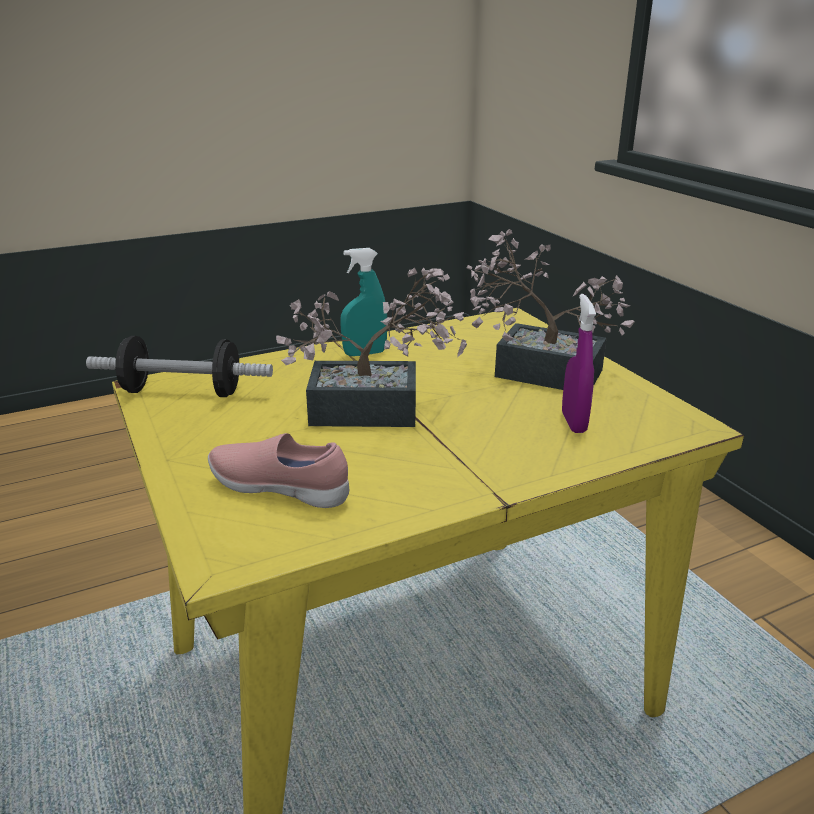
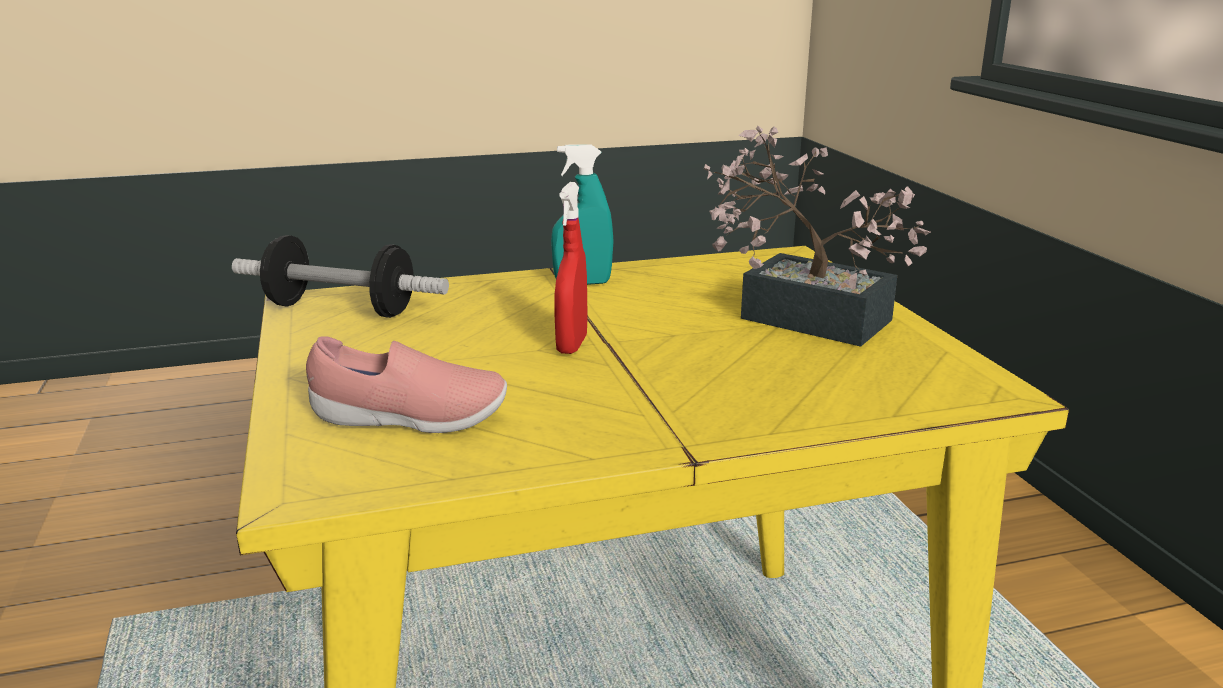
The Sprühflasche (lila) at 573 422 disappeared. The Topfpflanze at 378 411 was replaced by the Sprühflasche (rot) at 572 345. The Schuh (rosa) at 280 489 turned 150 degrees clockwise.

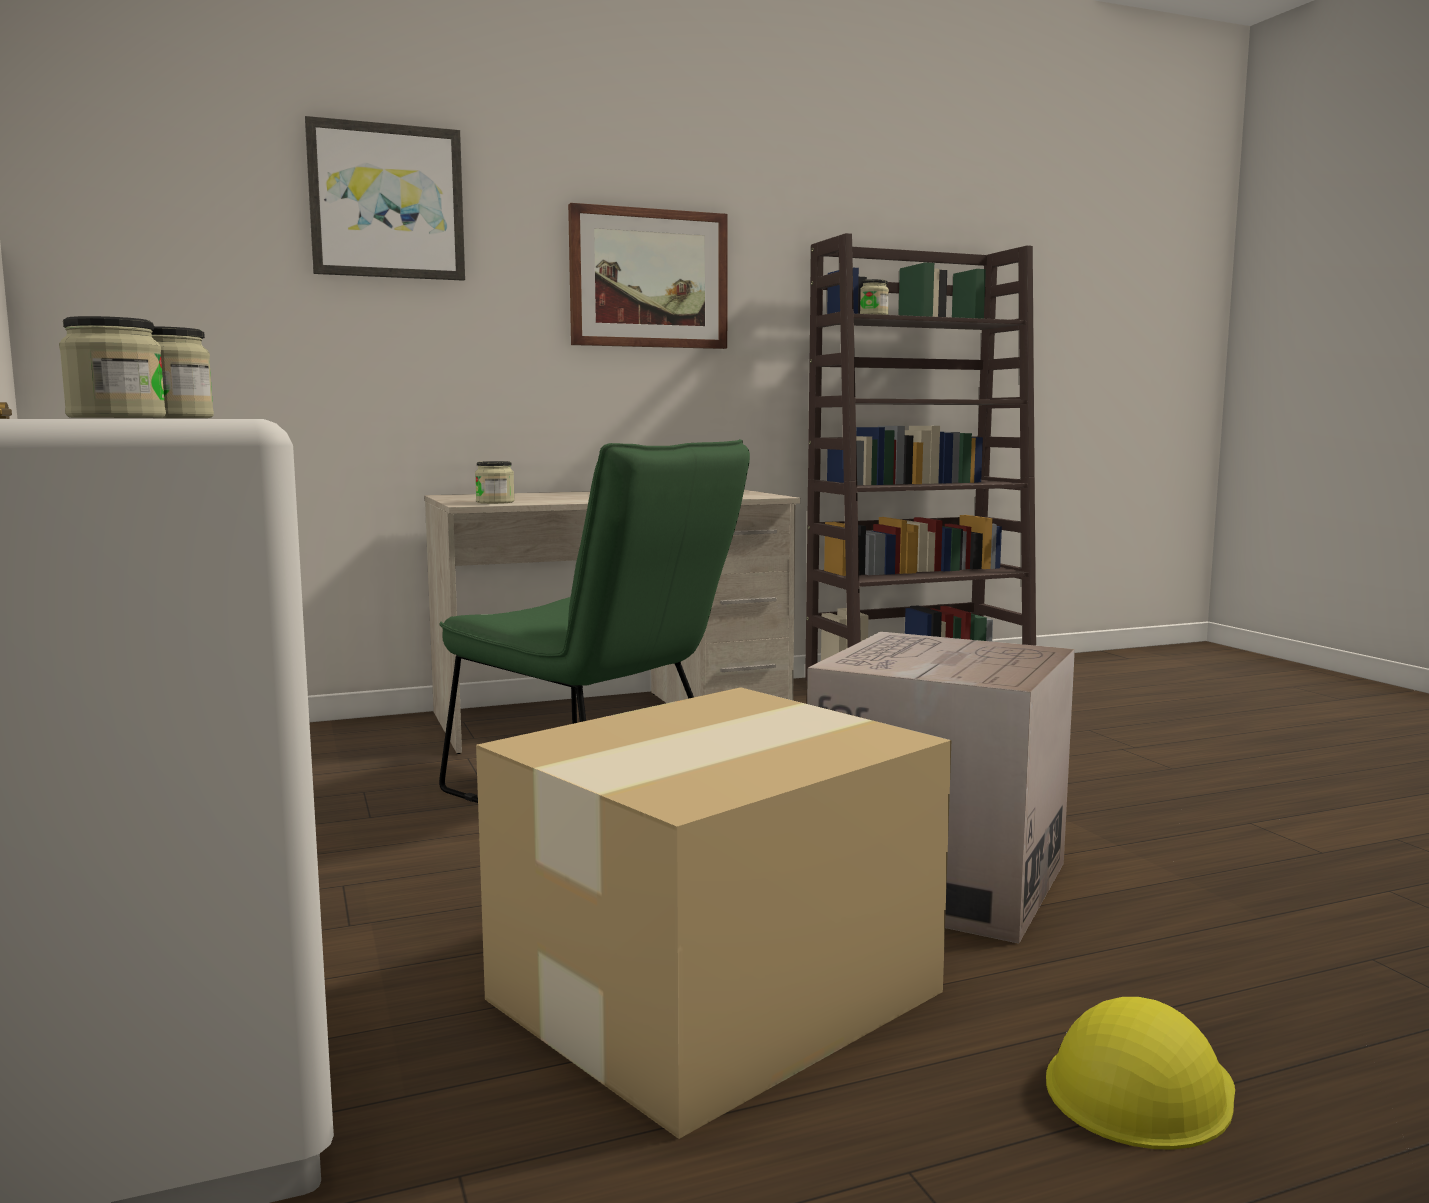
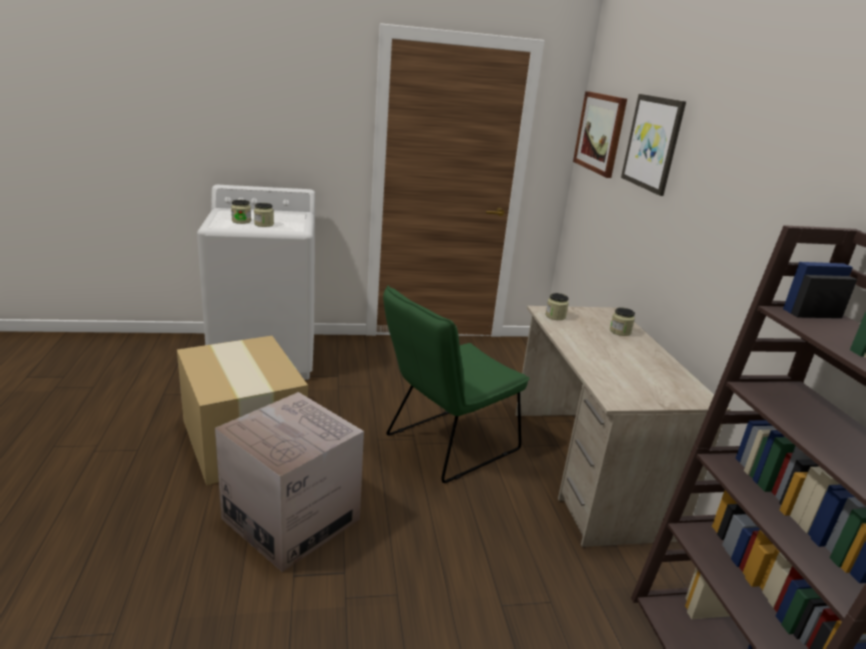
The Schutzhelm (gelb) at 1139 1087 disappeared. The Bild moved from 648 279 to 600 133. The Vorratsglas moved from 872 316 to 620 331.

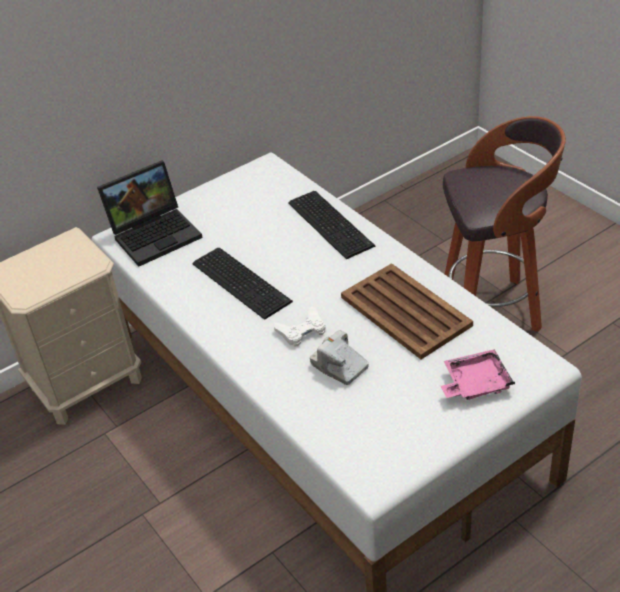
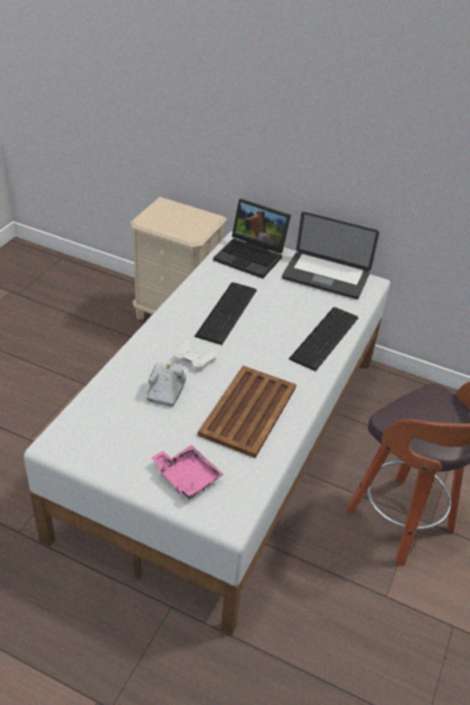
The Laptop at 325 276 appeared.

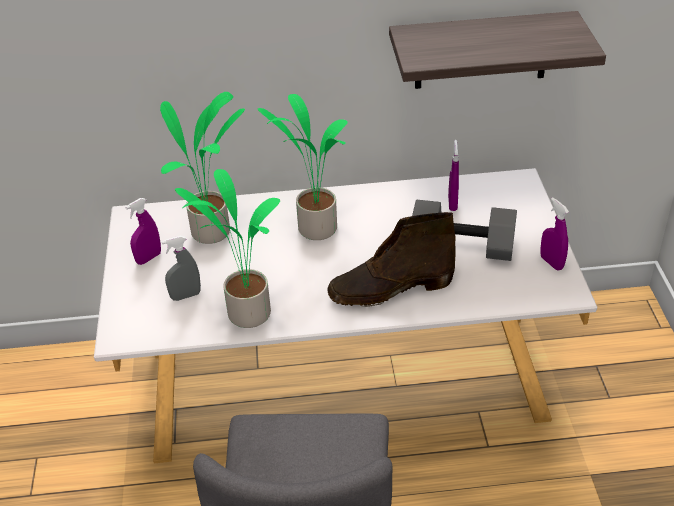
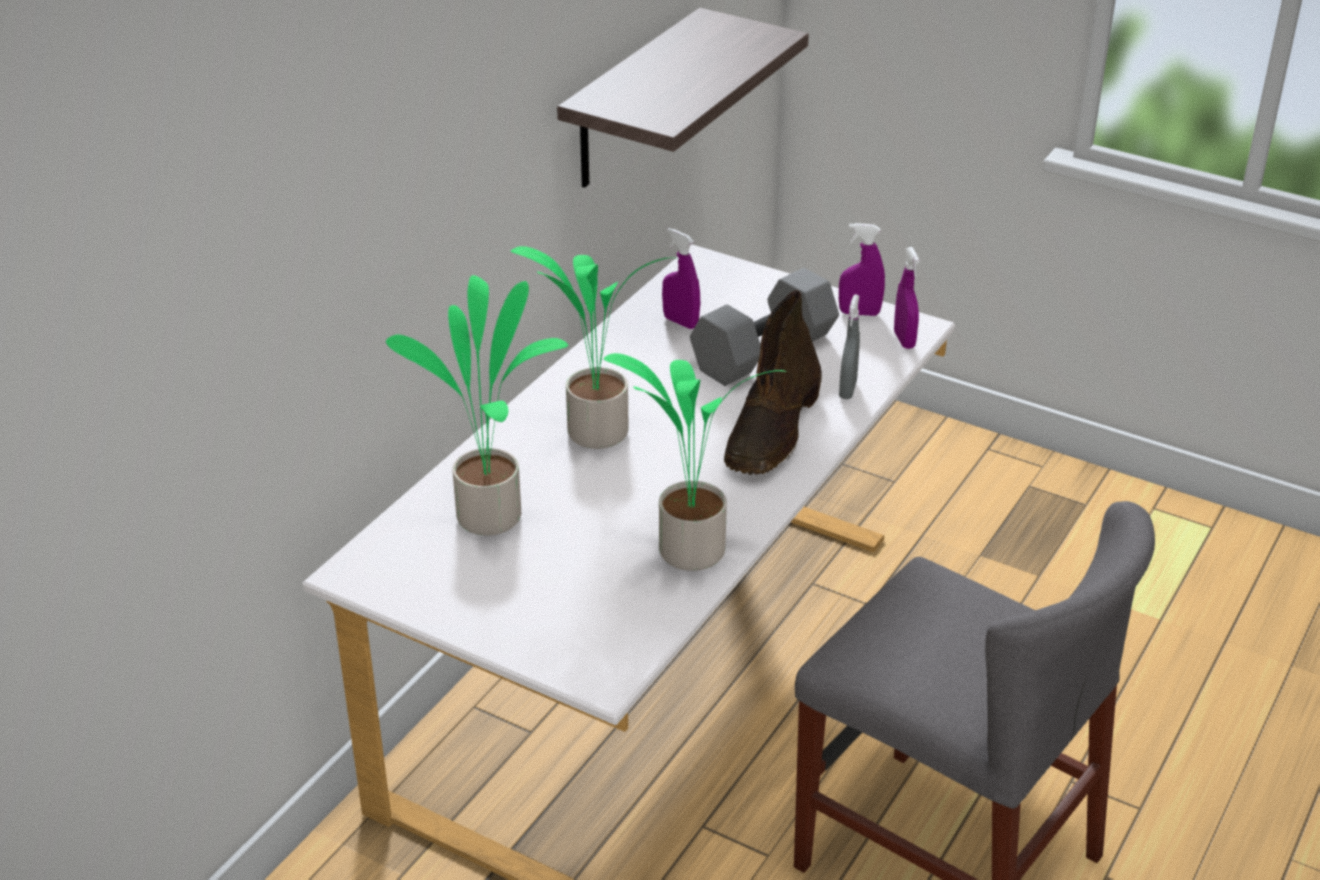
The Sprühflasche (lila) moved from 149 258 to 904 340. The Sprühflasche (grau) moved from 186 296 to 847 390.

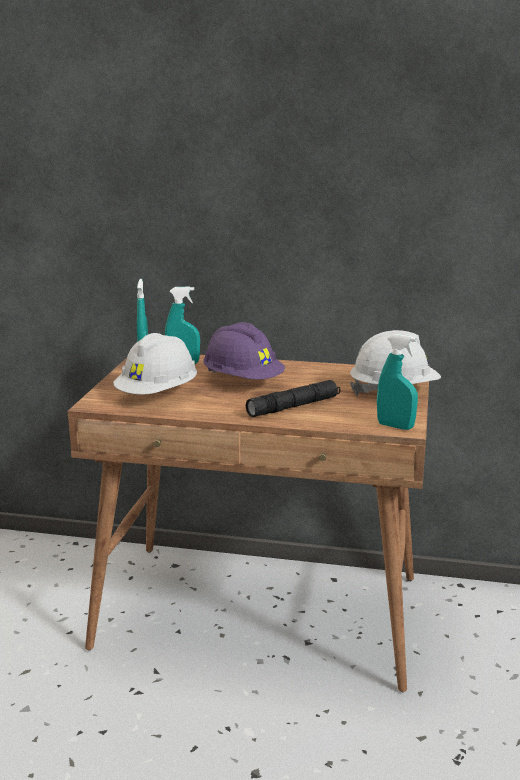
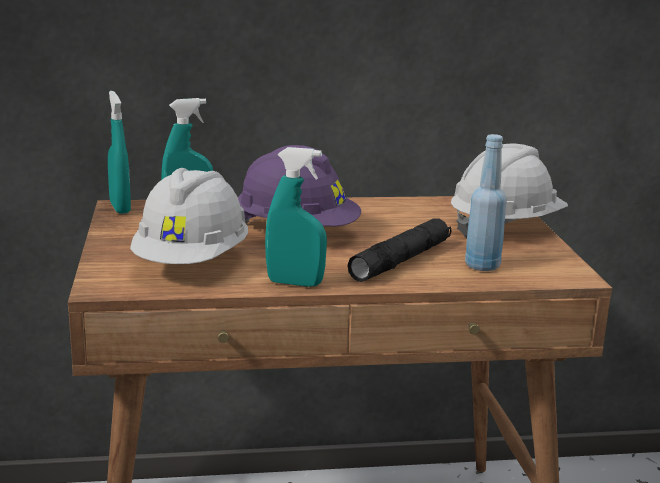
The Flasche (blau) at 482 266 appeared. The Sprühflasche (türkis) moved from 395 426 to 295 283.

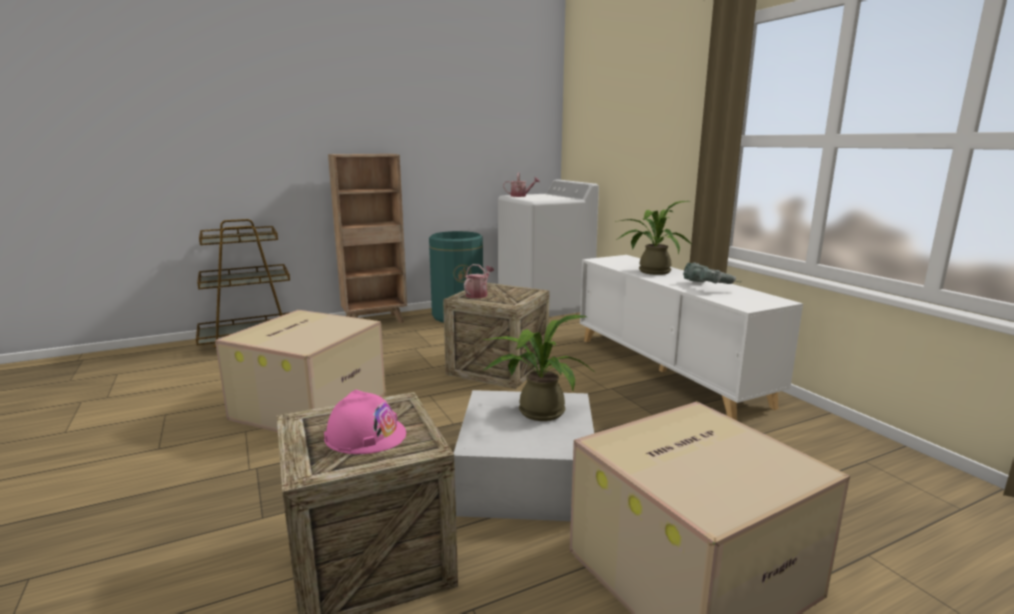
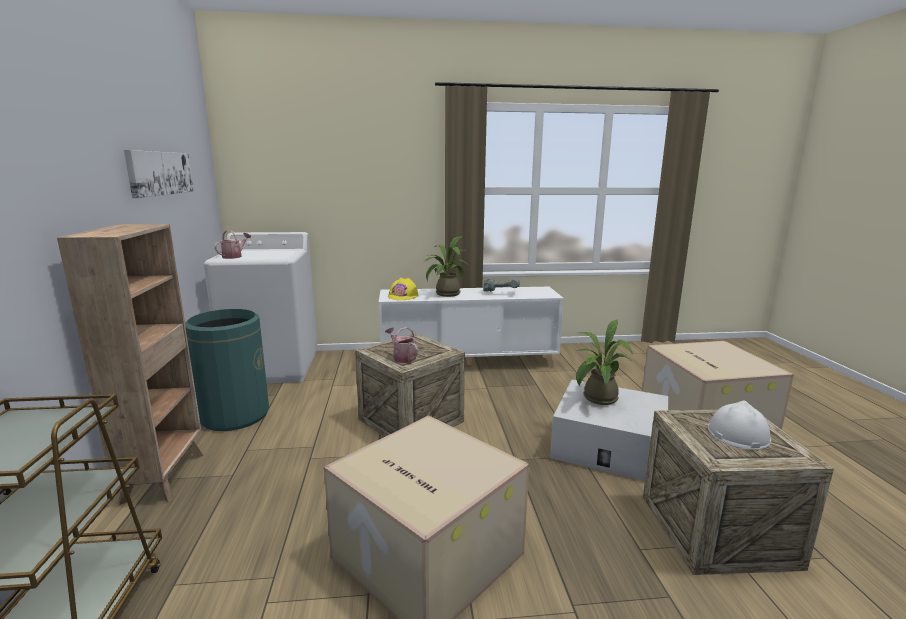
The Bild at 160 173 appeared. The Schutzhelm (gelb) at 403 296 appeared. The Schutzhelm (rosa) at 365 435 became the Schutzhelm (weiß) at 738 434.

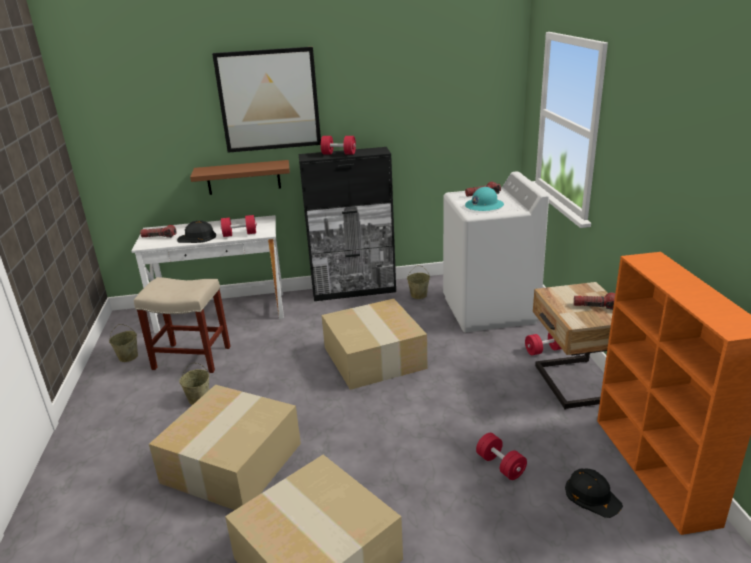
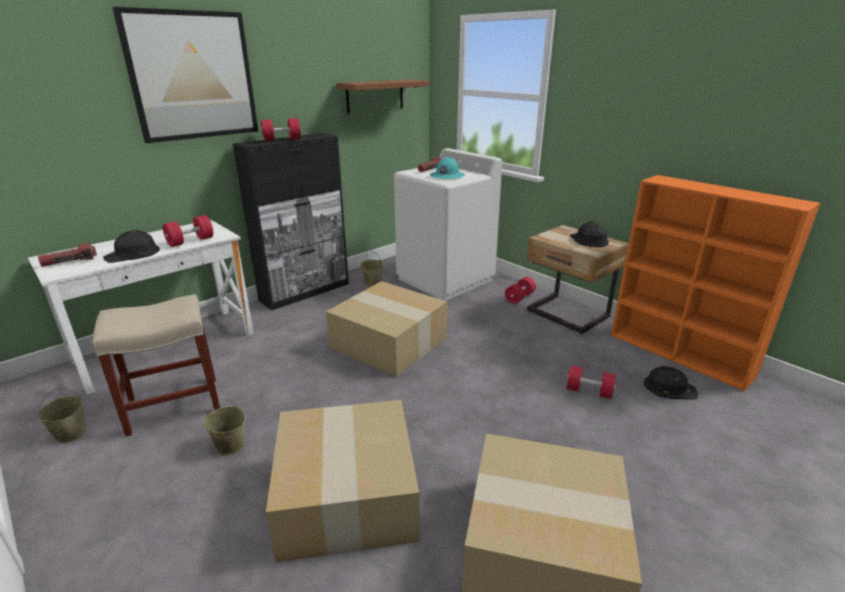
The Wandregal (braun) moved from 243 177 to 375 96. The Taschenlampe at 596 307 was replaced by the Schutzhelm (schwarz) at 588 240.

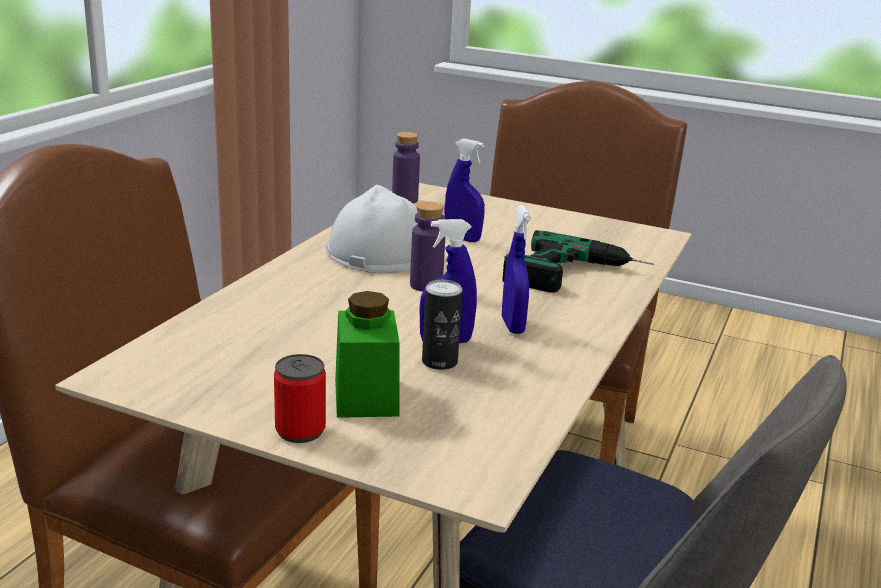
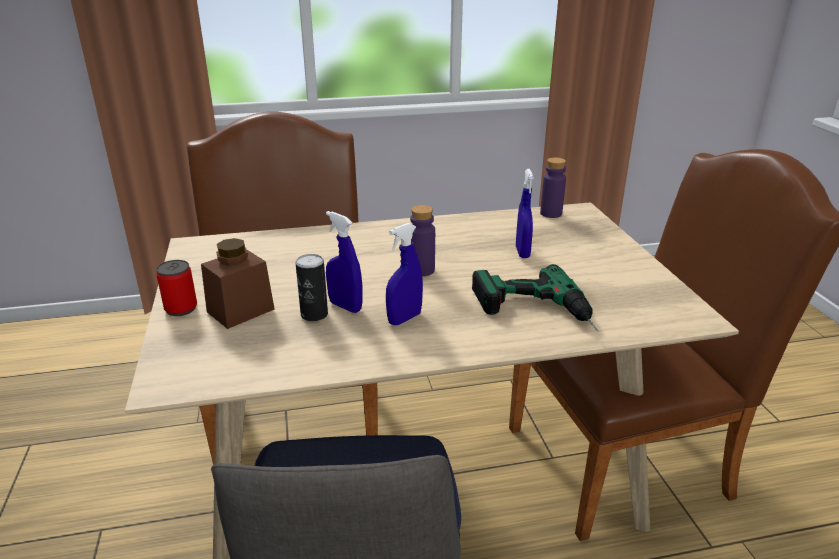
The Schutzhelm (weiß) at 378 251 disappeared. The Vorratsglas (grün) at 366 397 became the Vorratsglas (braun) at 240 310.

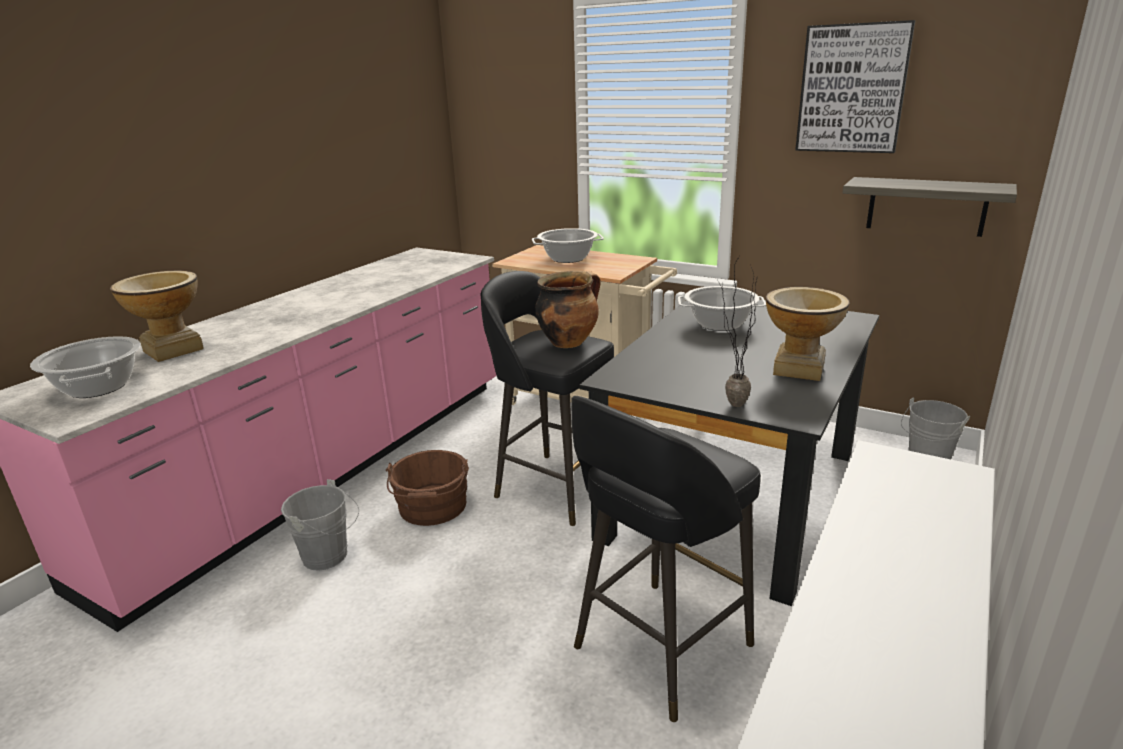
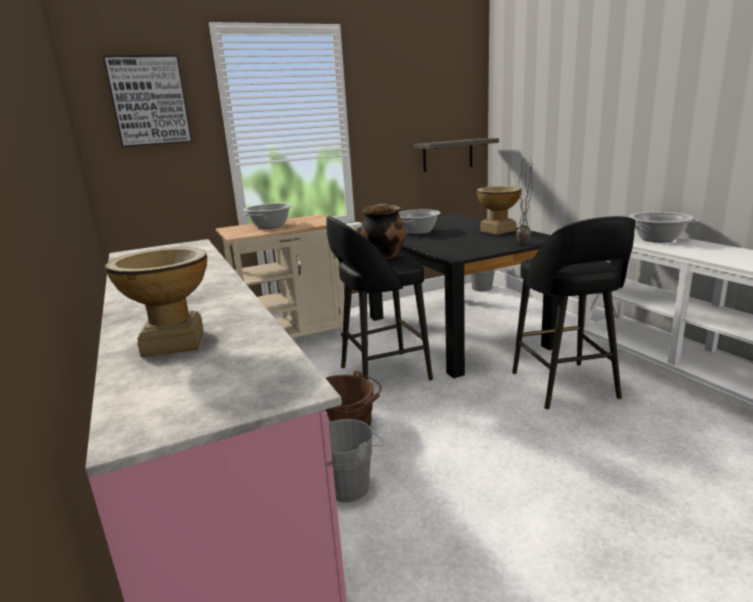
The Kochtopf moved from 98 387 to 657 239. The Bild moved from 852 89 to 149 101.

